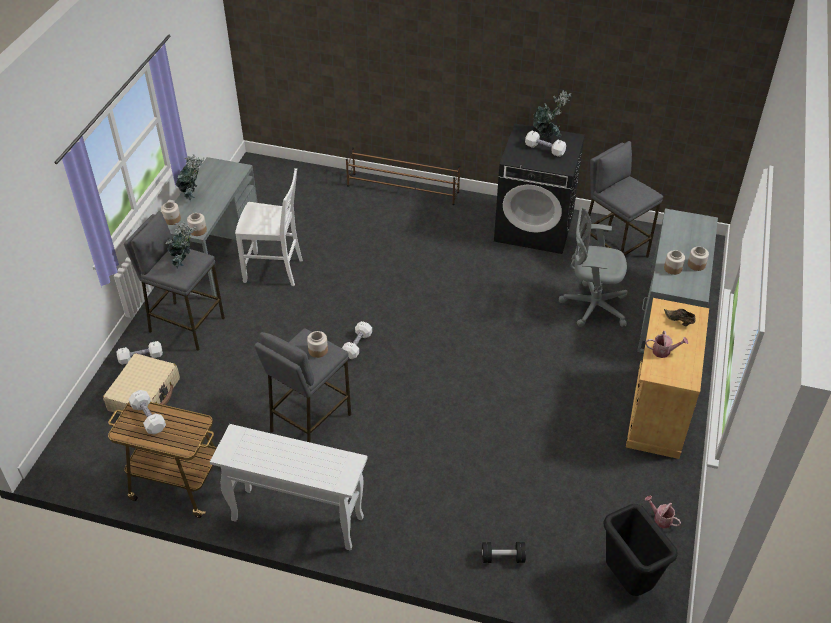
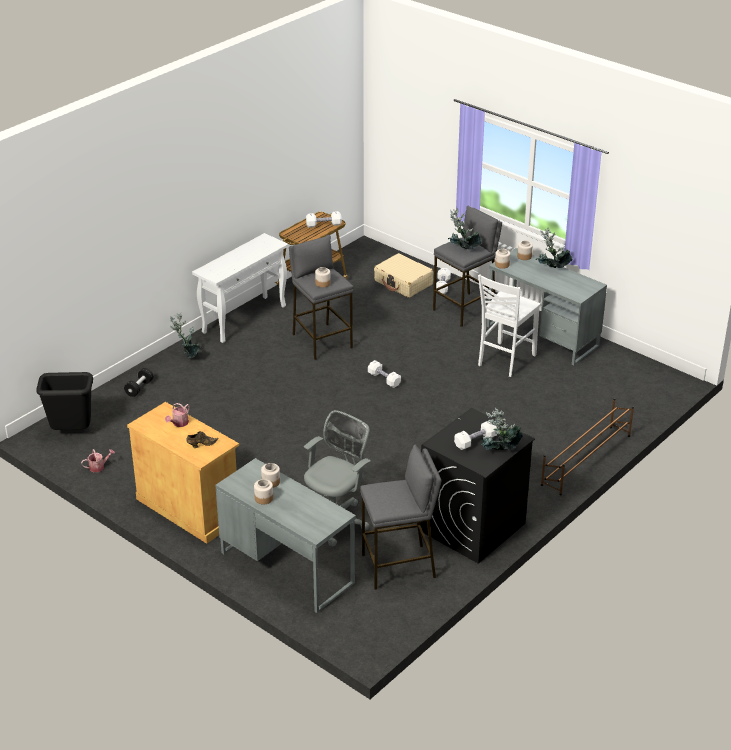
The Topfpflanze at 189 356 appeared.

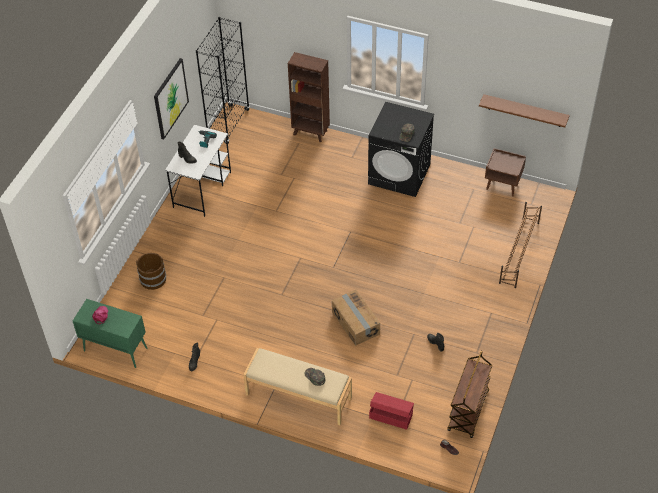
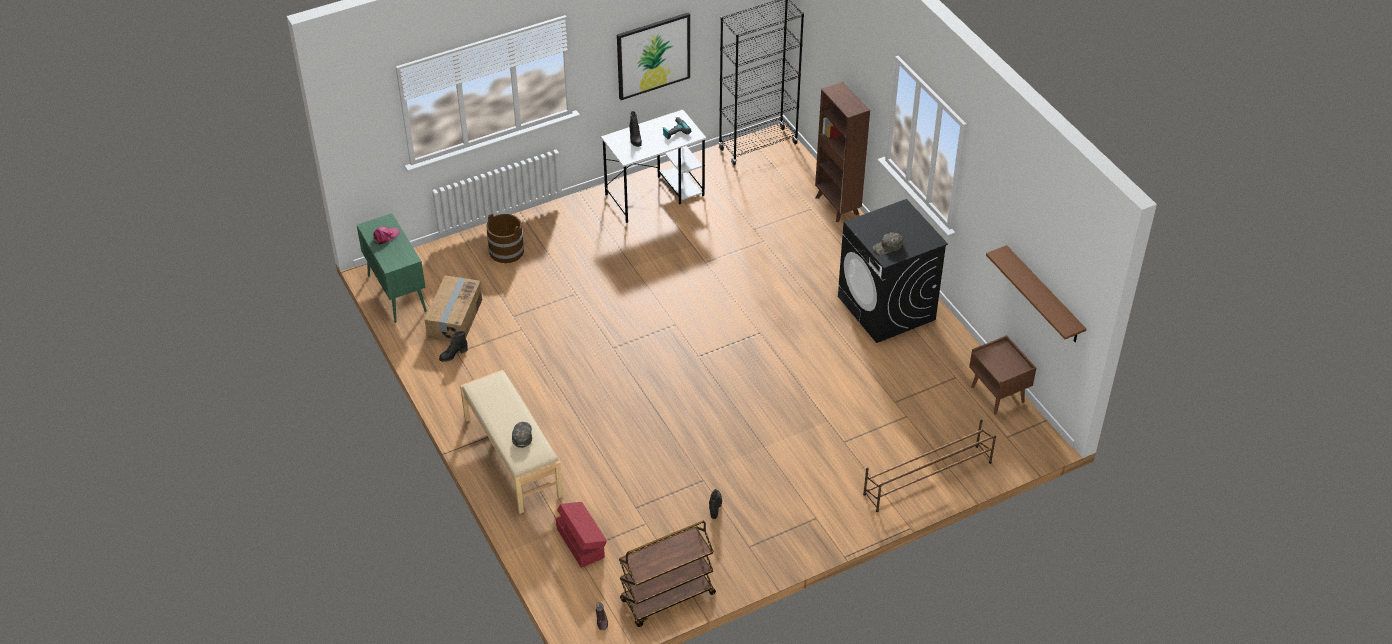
The Karton moved from 355 323 to 454 318.

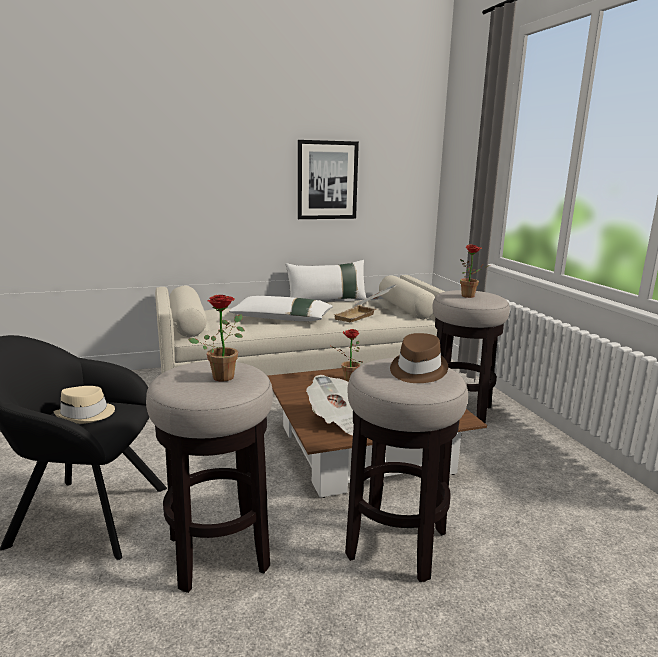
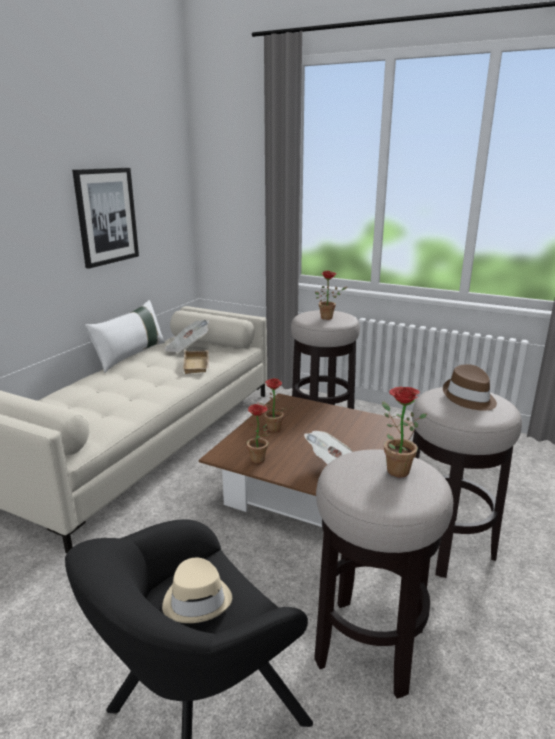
The Kissen (weiß) at 282 318 disappeared. The Topfpflanze at 260 460 appeared.

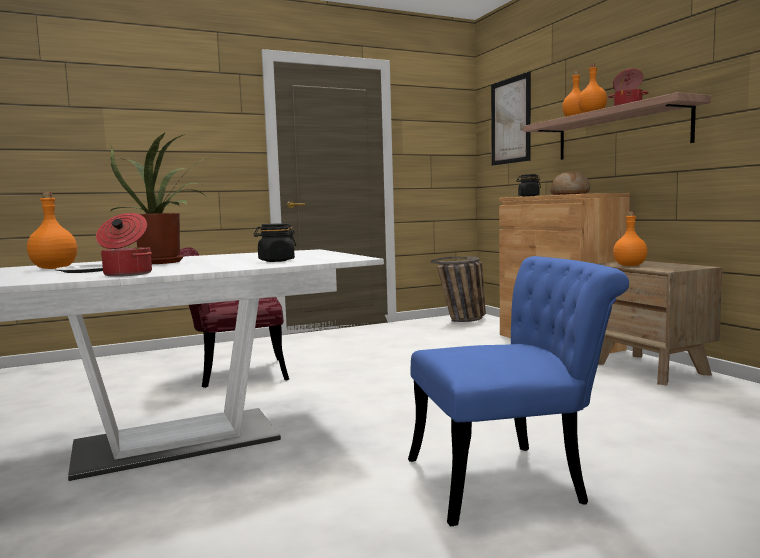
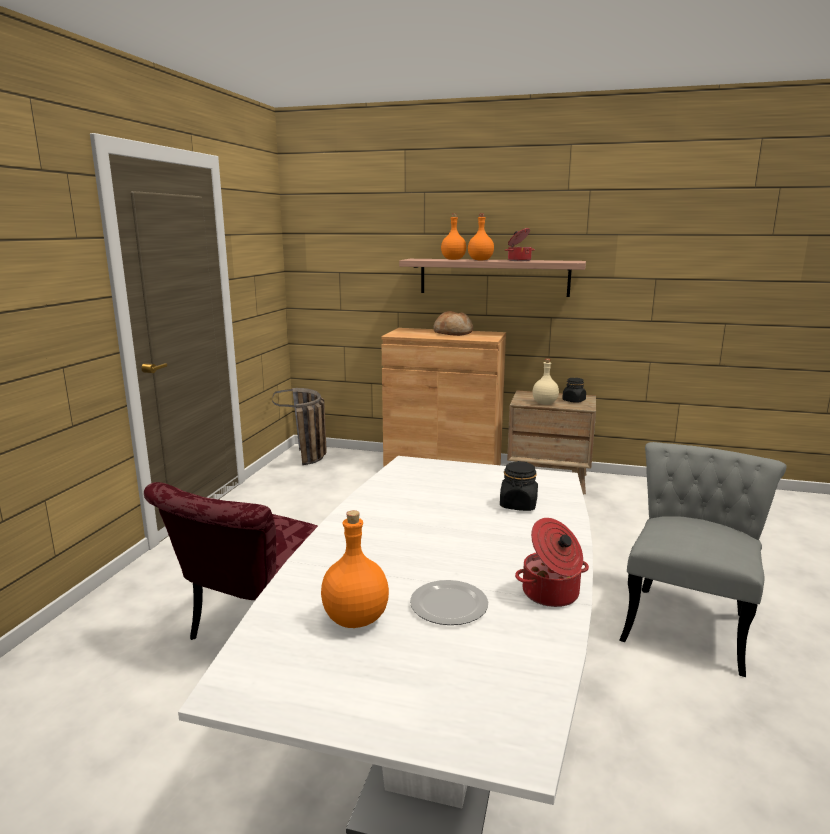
The Topfpflanze at 164 262 disappeared. The Bild at 510 121 disappeared. The Vorratsglas (schwarz) moved from 528 196 to 573 401. The Stuhl (blau) at 511 479 became the Stuhl (grau) at 688 620. The Flasche (orange) at 630 266 became the Flasche (beige) at 545 403.

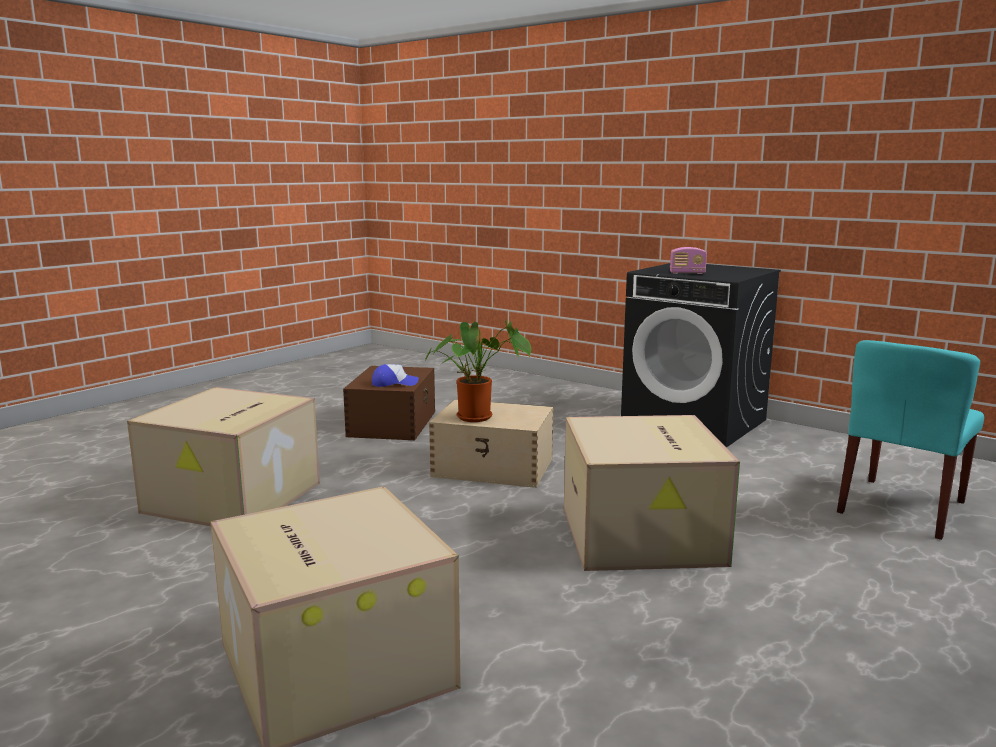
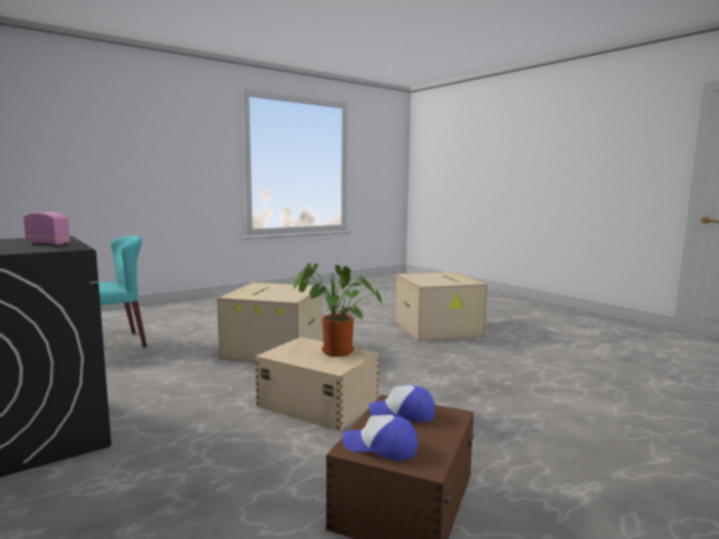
The Karton at 233 498 disappeared. The Kappe at 380 447 appeared.

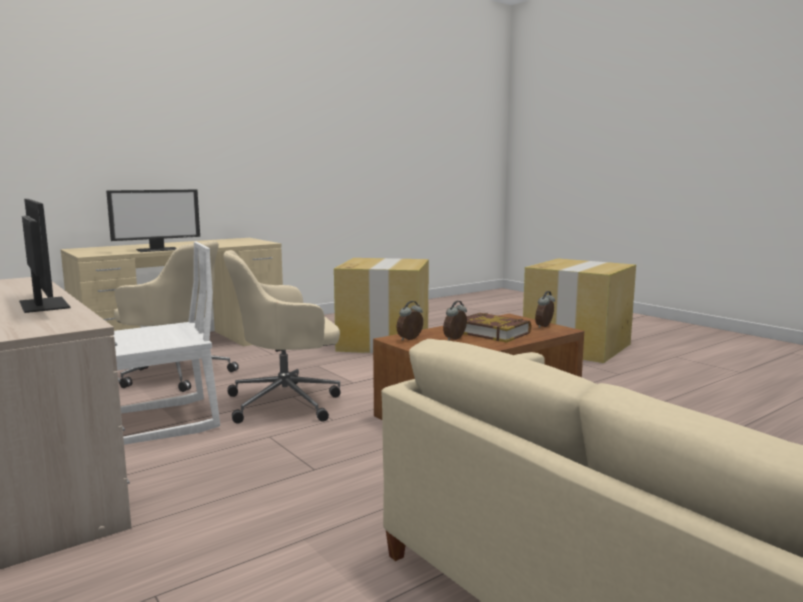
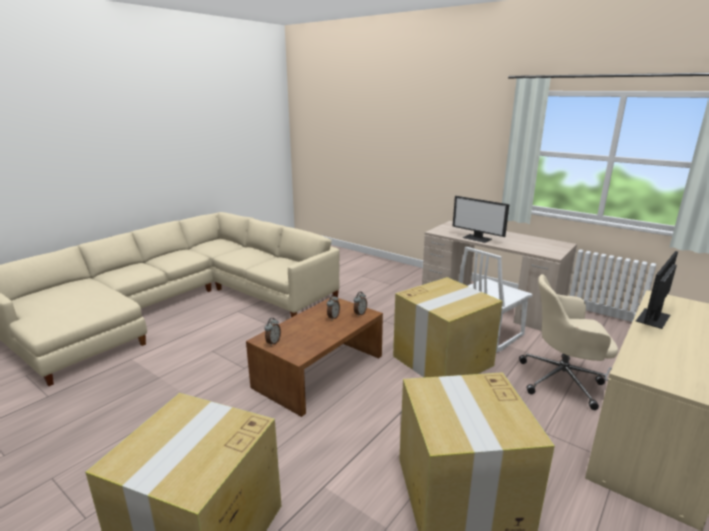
The Buch at 493 332 disappeared. The Bürostuhl (beige) at 287 402 was replaced by the Karton at 443 360.

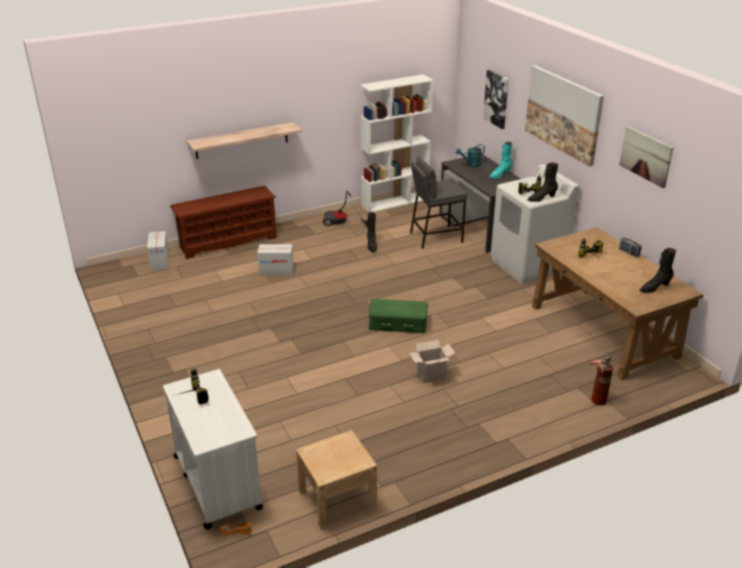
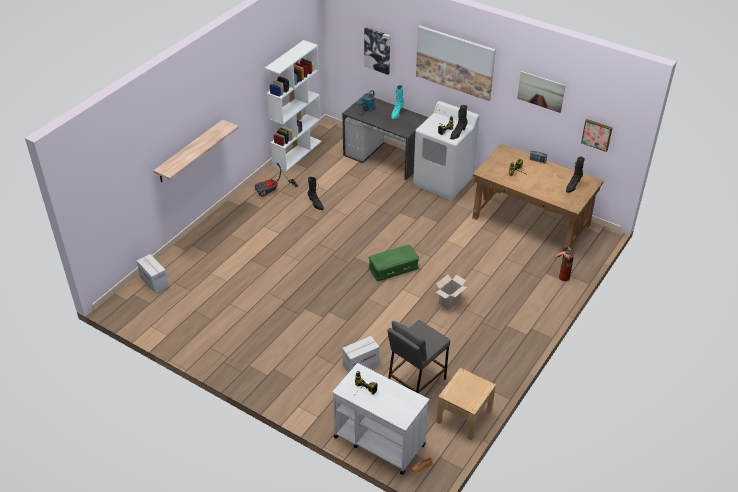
The Schuhregal (braun) at 228 242 disappeared. The Bild at 597 134 appeared. The Karton moved from 276 271 to 361 364. The Hocker (grau) moved from 435 237 to 415 382.

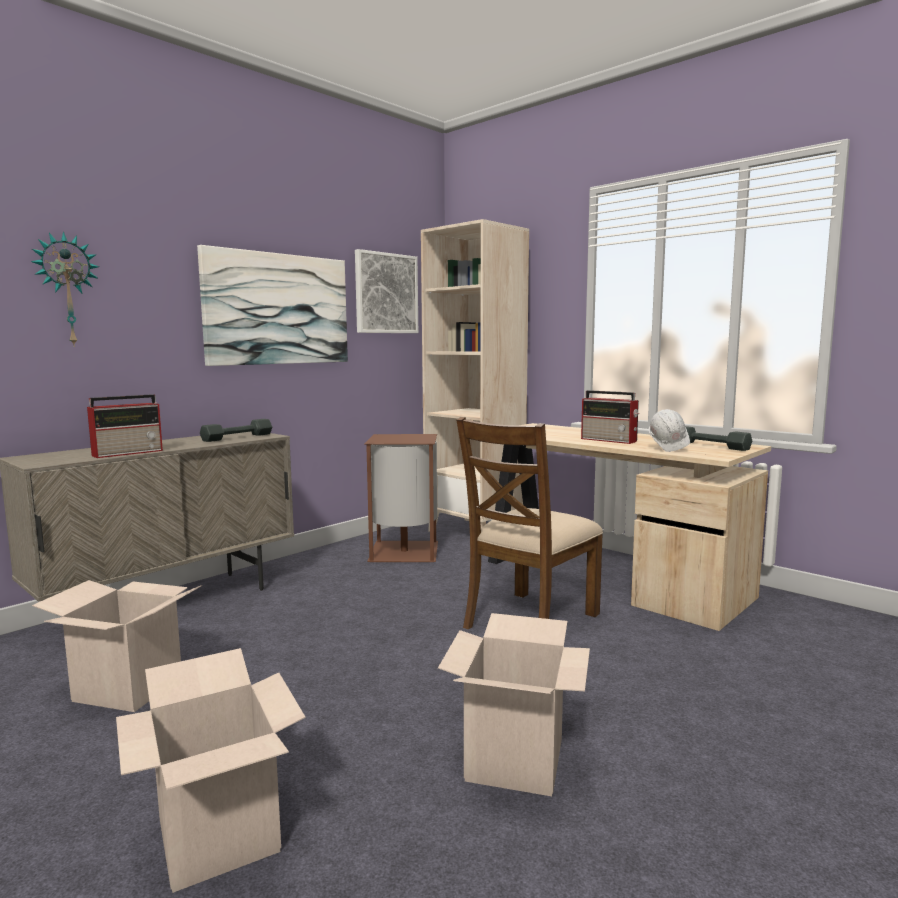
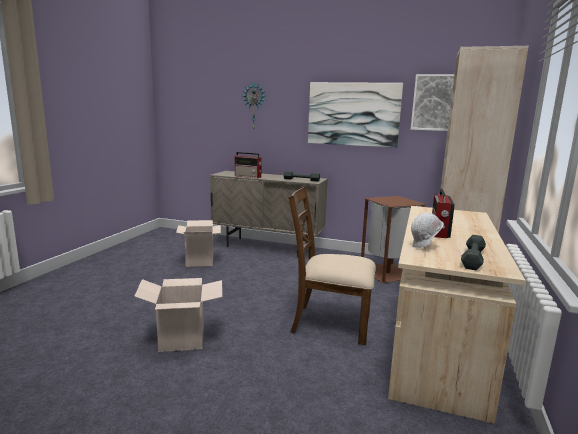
The Karton at 218 835 disappeared.

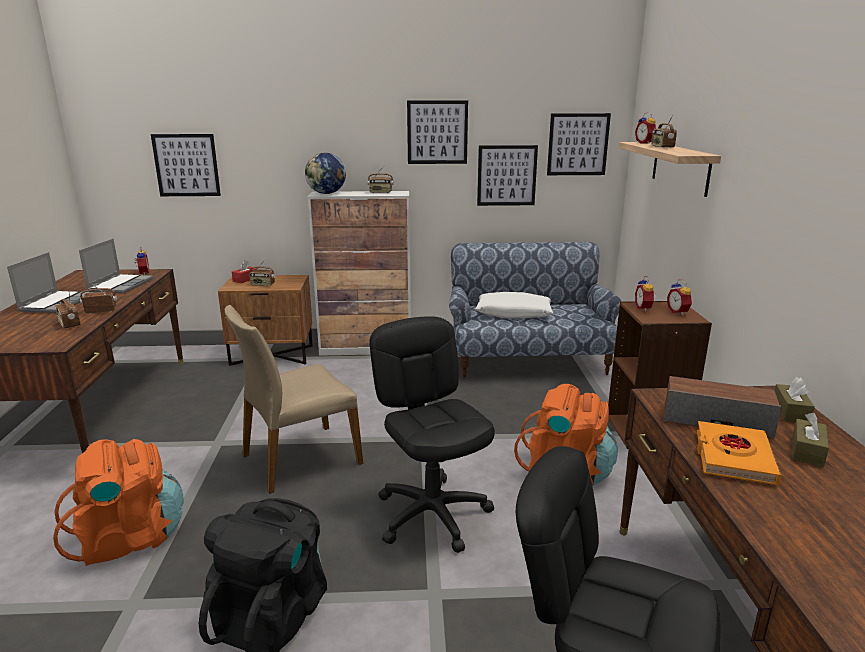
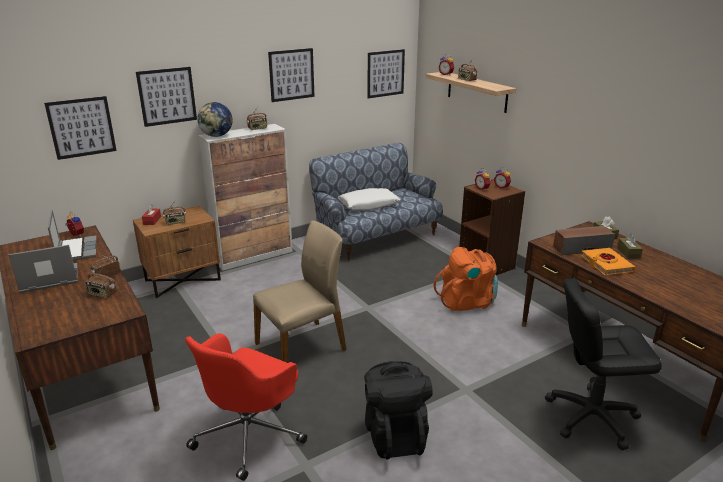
The Bürostuhl (schwarz) at 432 514 disappeared. The Bild moved from 506 175 to 167 96. The Rucksack (orange) at 129 538 was replaced by the Bürostuhl (rot) at 249 434. The Laptop at 57 303 turned 90 degrees counterclockwise. The Stuhl (beige) at 299 458 turned 150 degrees counterclockwise.

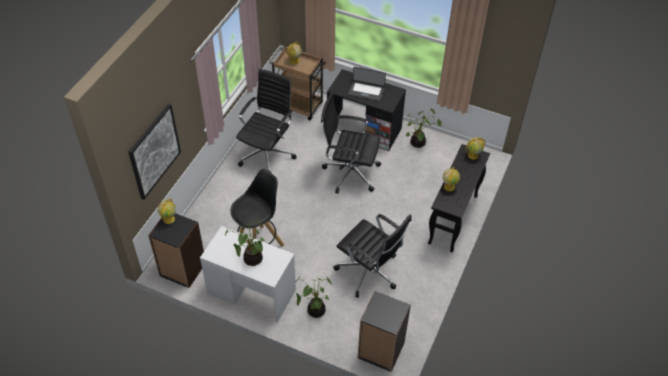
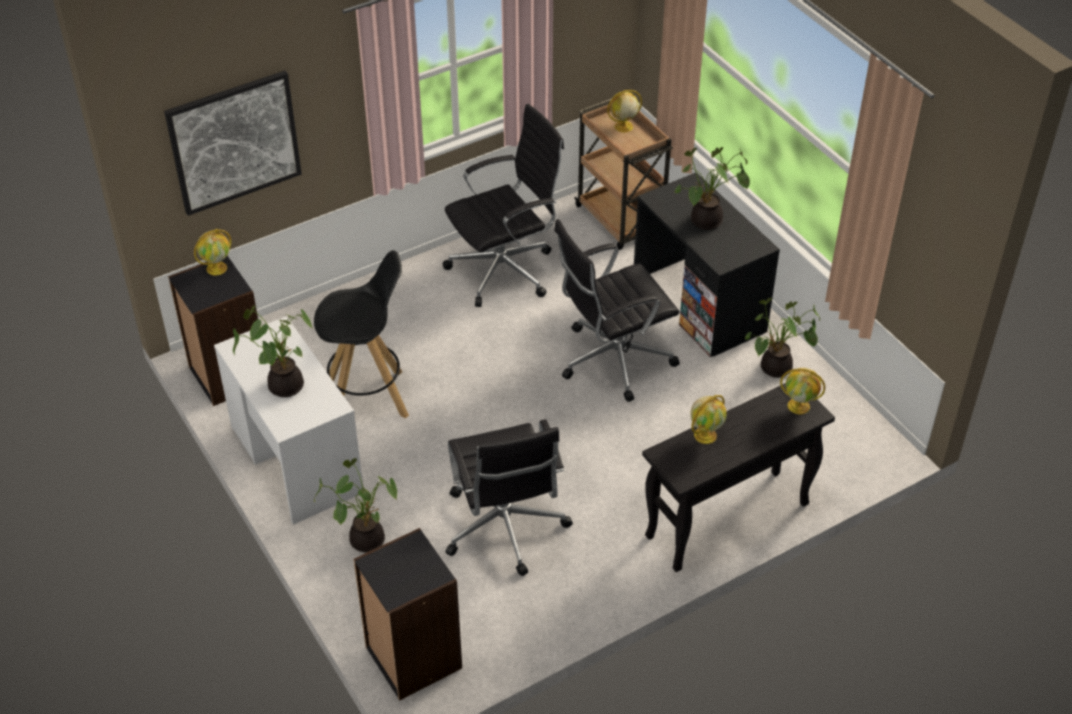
The Laptop at 366 91 was replaced by the Topfpflanze at 706 223. The Bürostuhl (schwarz) at 349 172 turned 75 degrees counterclockwise.

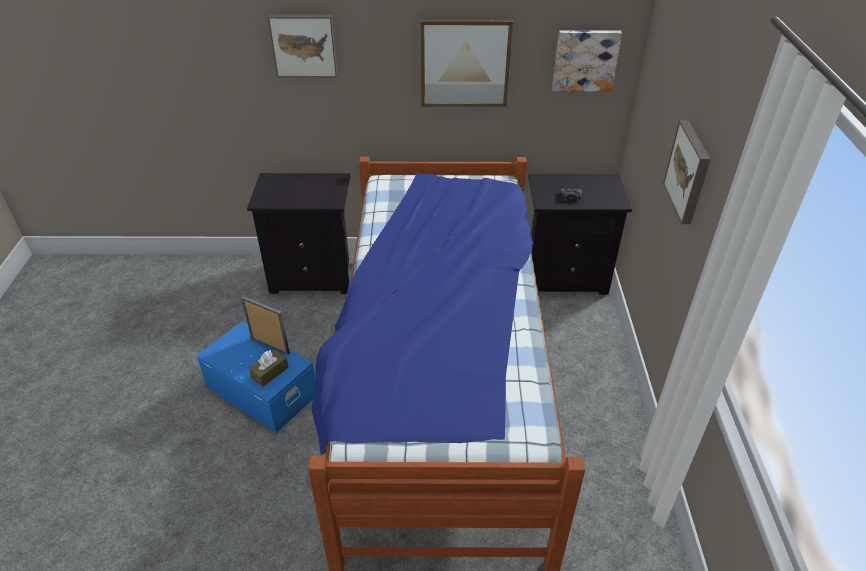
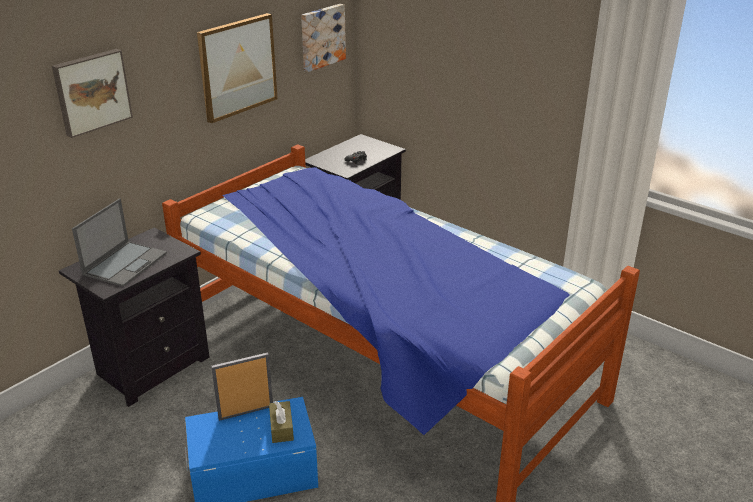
The Bild at 689 172 disappeared. The Laptop at 125 263 appeared.

